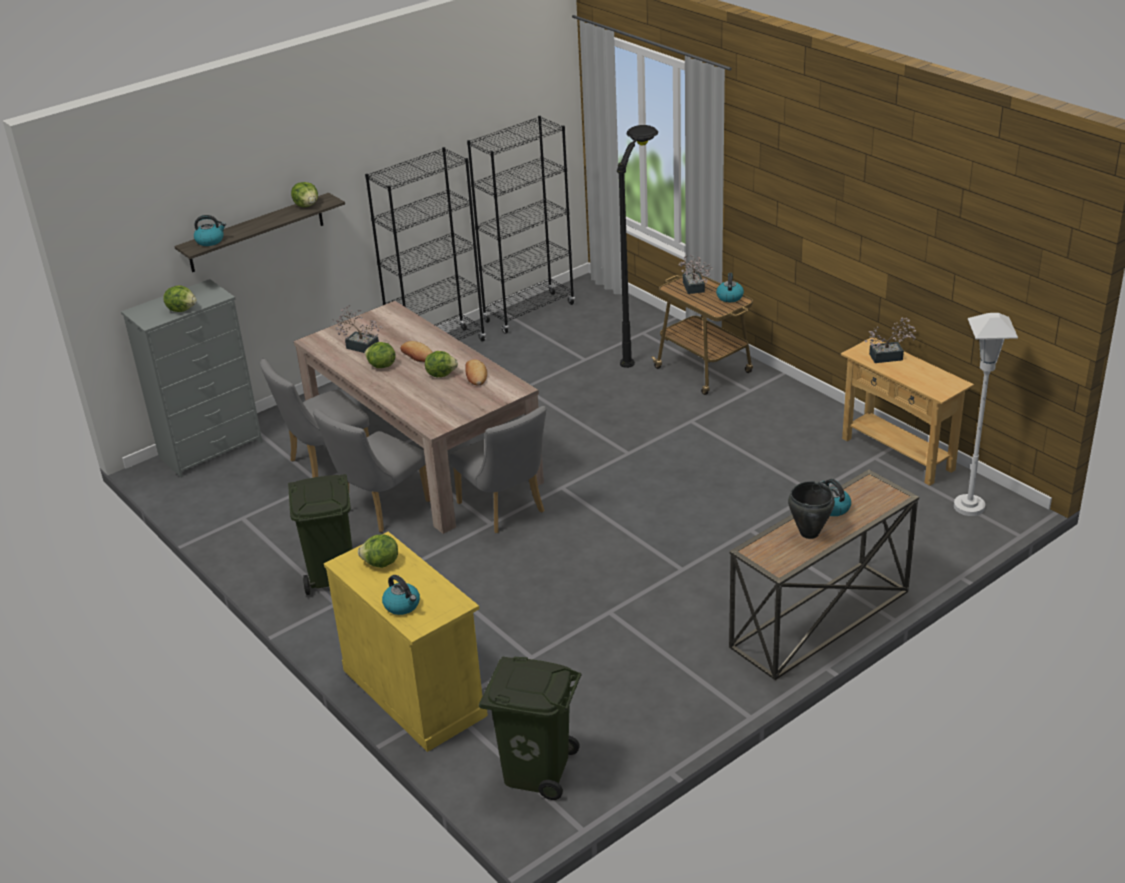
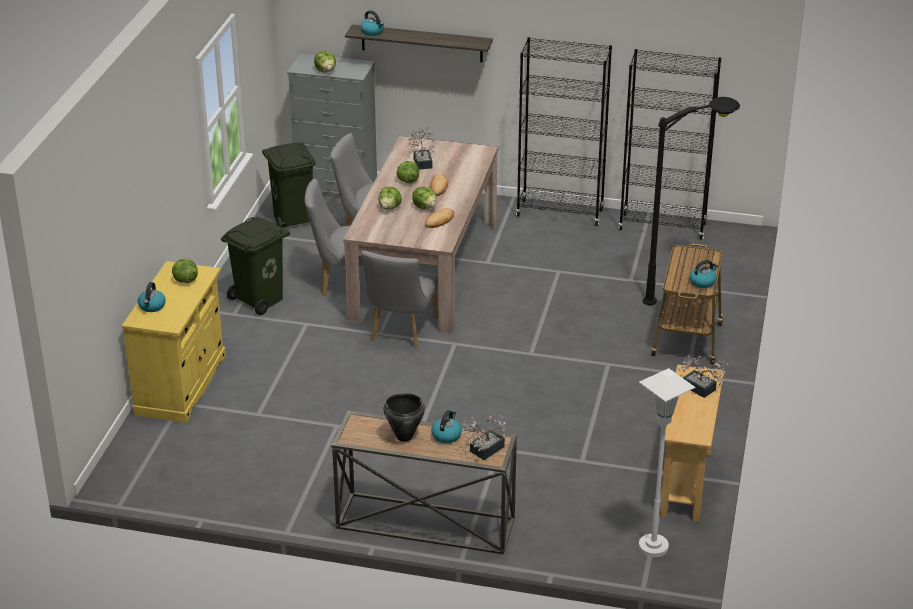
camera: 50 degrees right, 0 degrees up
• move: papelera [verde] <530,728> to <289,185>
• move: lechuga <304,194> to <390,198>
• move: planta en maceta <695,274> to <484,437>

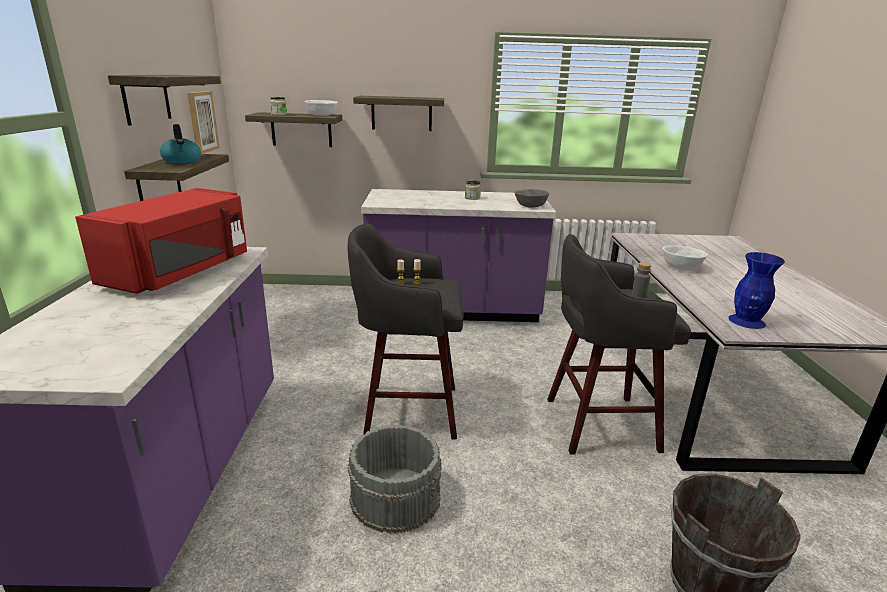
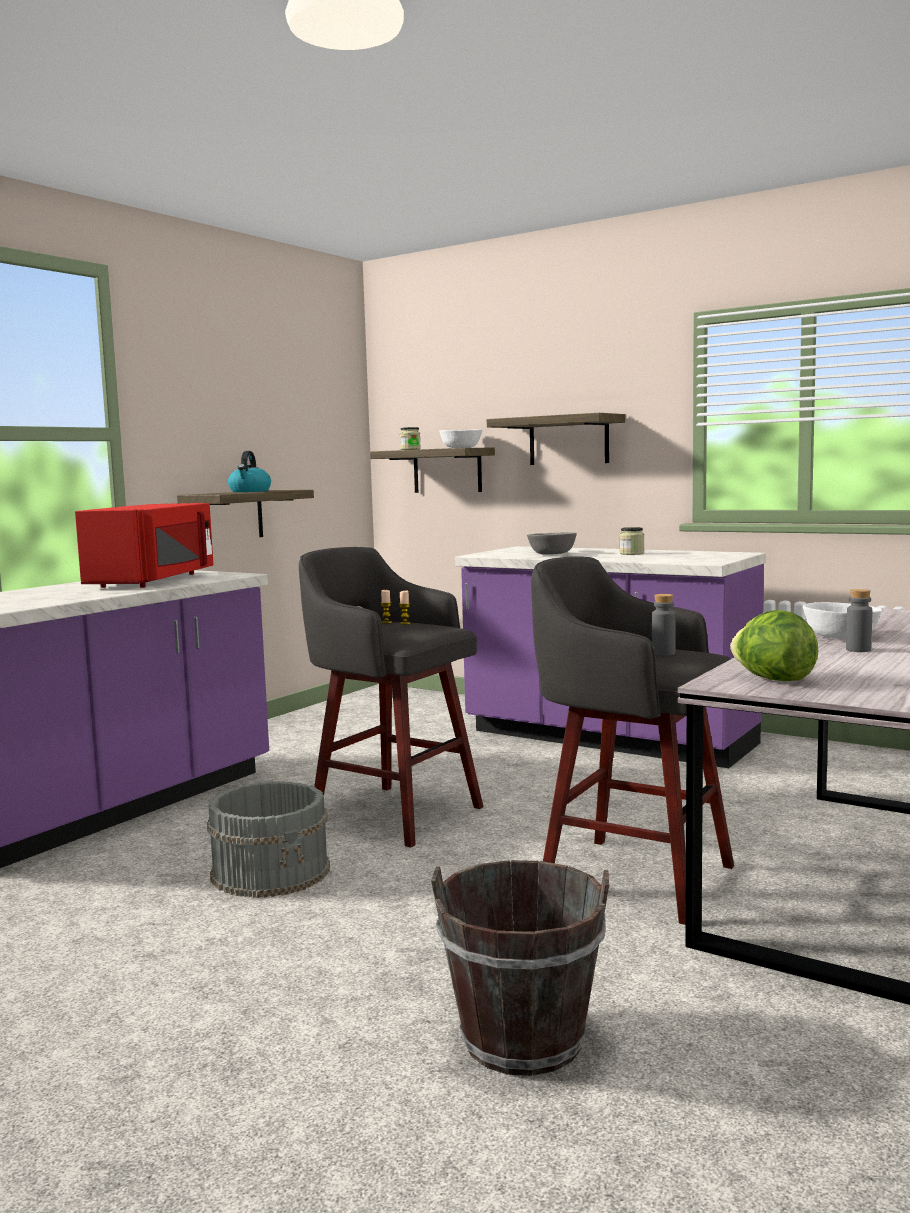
camera: 35 degrees right, 15 degrees down
• rotate: microondas [rojo] <161,241> = <144,545> 45 degrees counterclockwise
• move: cuenco [gris] <532,198> to <552,543>
• replace: florero [azul] <756,290> to lechuga <774,645>
• insert: botella [gris] <859,620>
• delete: estante <164,100>
• delete: cuadro <203,122>

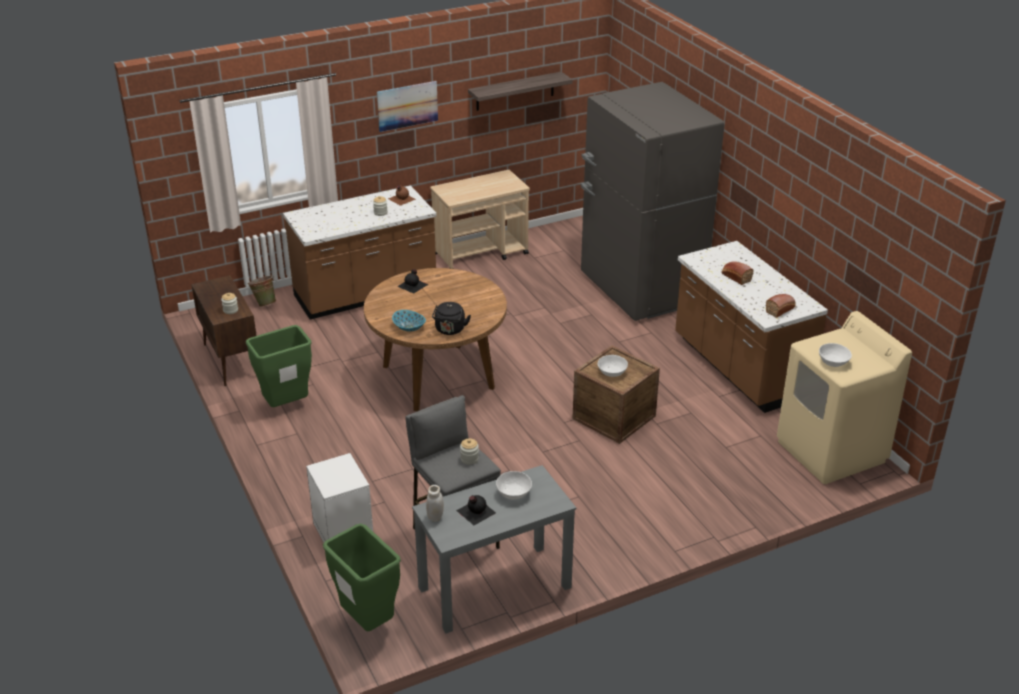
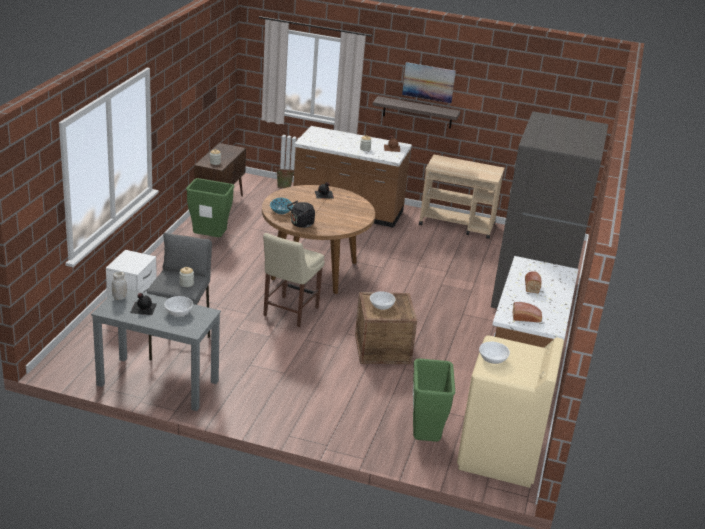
camera: 40 degrees right, 5 degrees down
• insert: silla [beis] <294,280>
• move: estante <520,91> to <417,112>
• move: papelera [verde] <362,578> to <434,400>

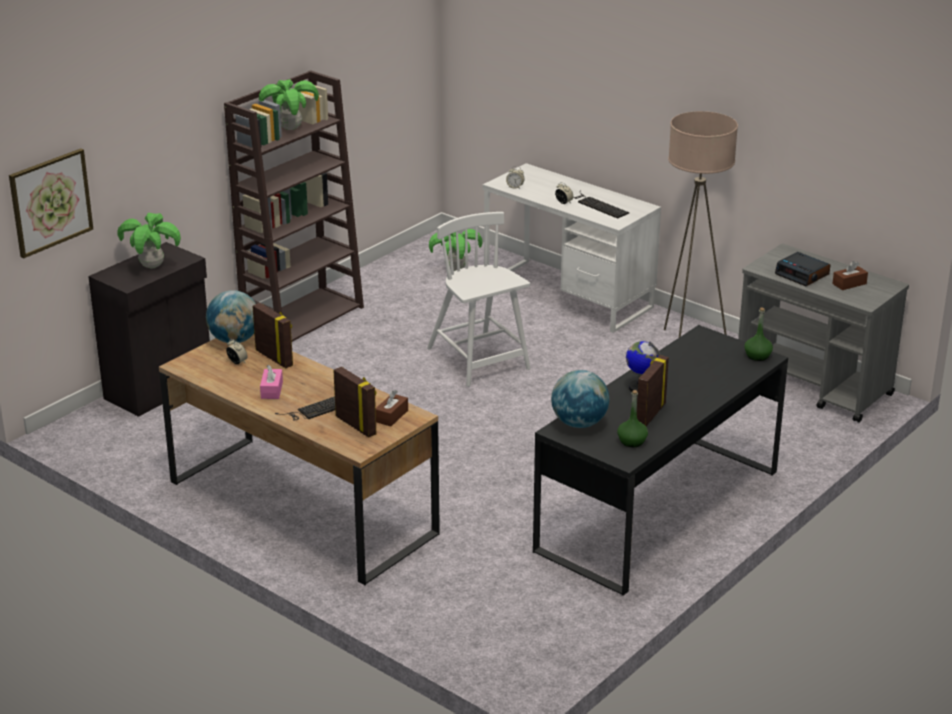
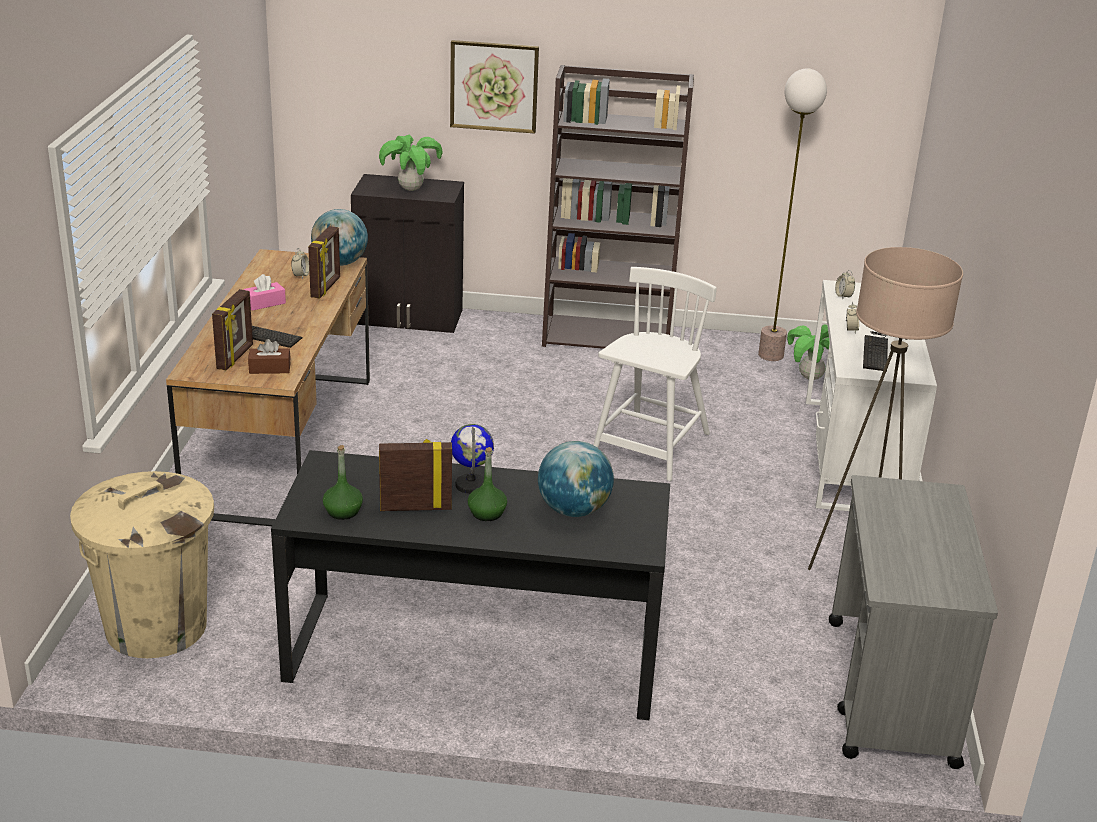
camera: 55 degrees right, 0 degrees up
• insert: papelera [beis] <142,564>
• move: cuadro <51,203> to <494,87>
• move: botella [verde] <758,334> to <487,484>
• move: globo terráqueo <580,399> to <576,479>
• insert: lámpara de pie <792,214>
• delete: planta en maceta <289,104>
• delete: despertador <803,269>
• delete: caja de pañuelos [marrón] <850,275>

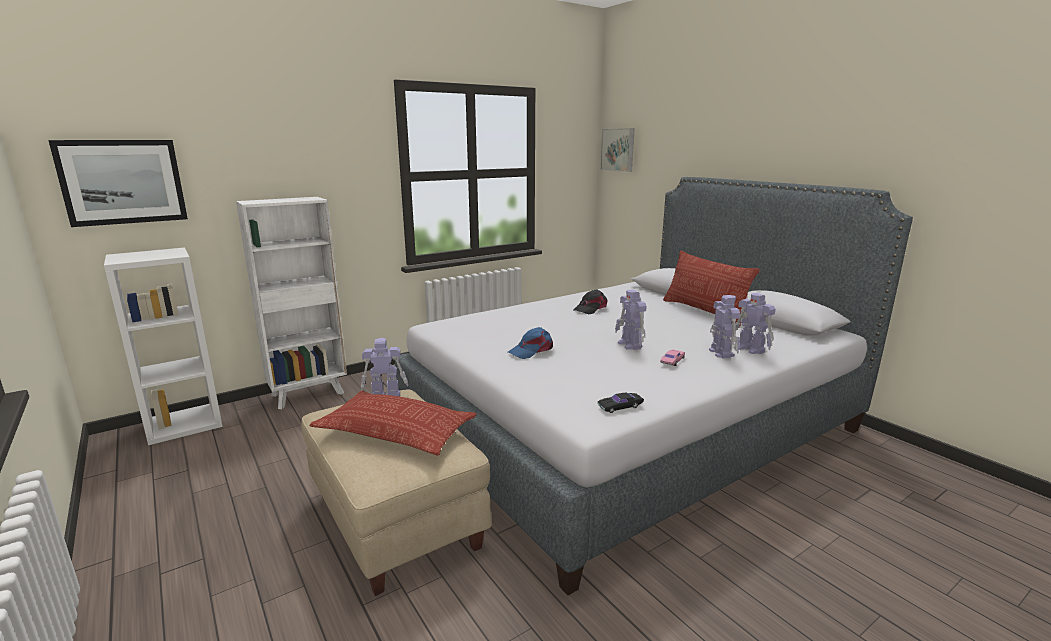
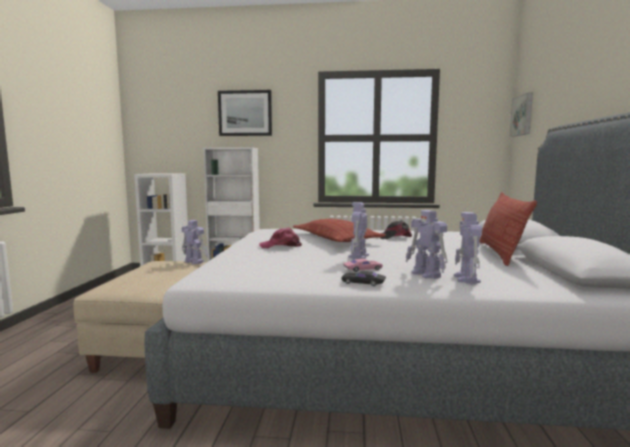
camera: 40 degrees right, 10 degrees down
• move: cuadro <118,183> to <245,113>
• recolor: gorra [azul] <530,343> to gorra [rosa] <280,237>
• move: cojín <393,423> to <339,230>
• move: coche de juguete [negro] <620,402> to <364,278>
• rotate: robot de juguete <724,326> = <427,244> 120 degrees clockwise

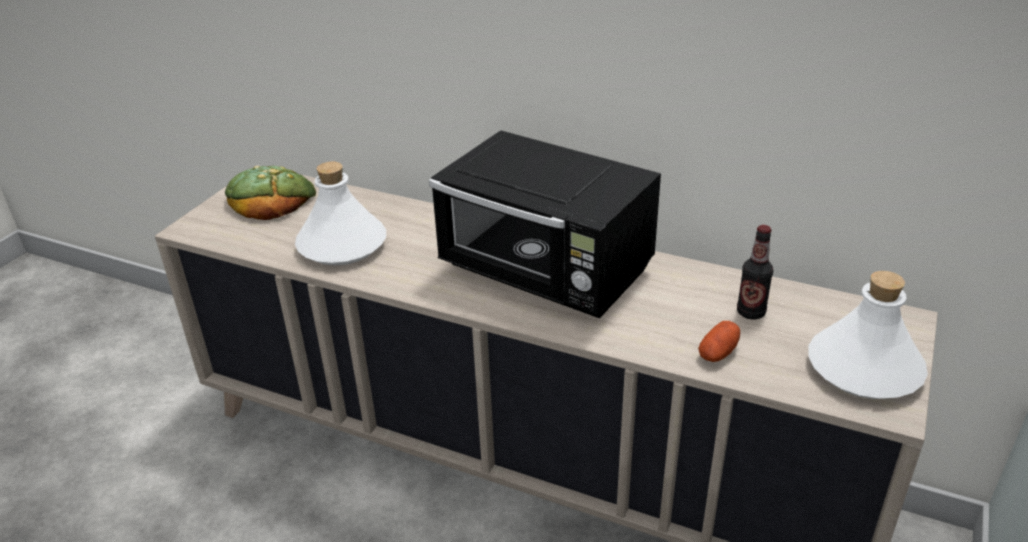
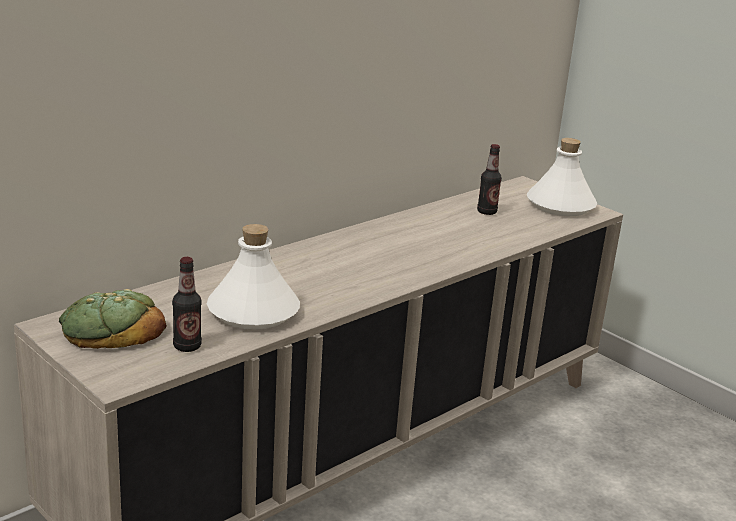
camera: 70 degrees left, 10 degrees down
• insert: botella <187,304>
• delete: microondas [negro] <545,224>
• delete: patata <719,341>

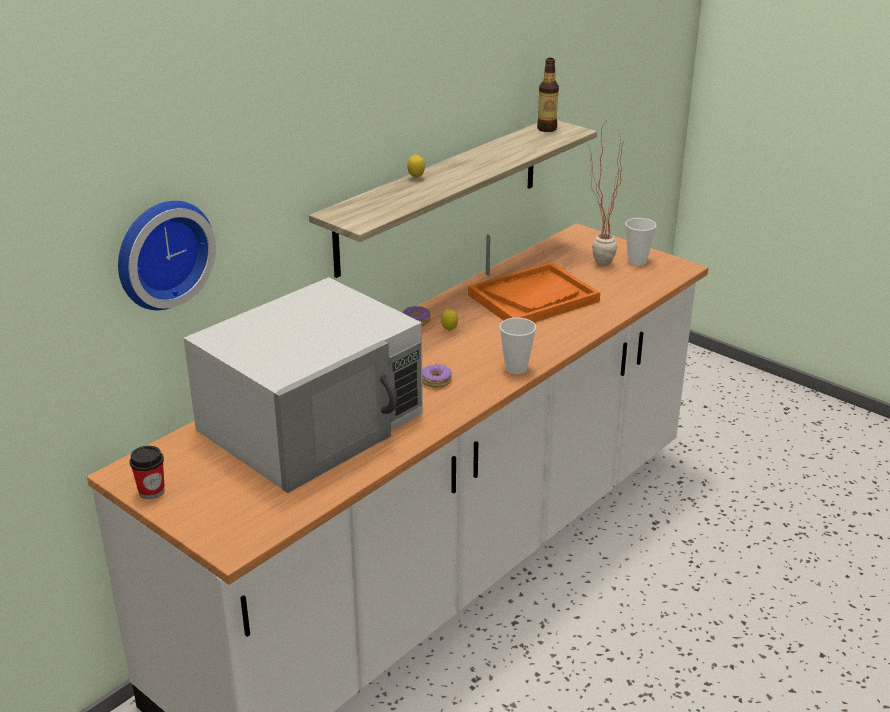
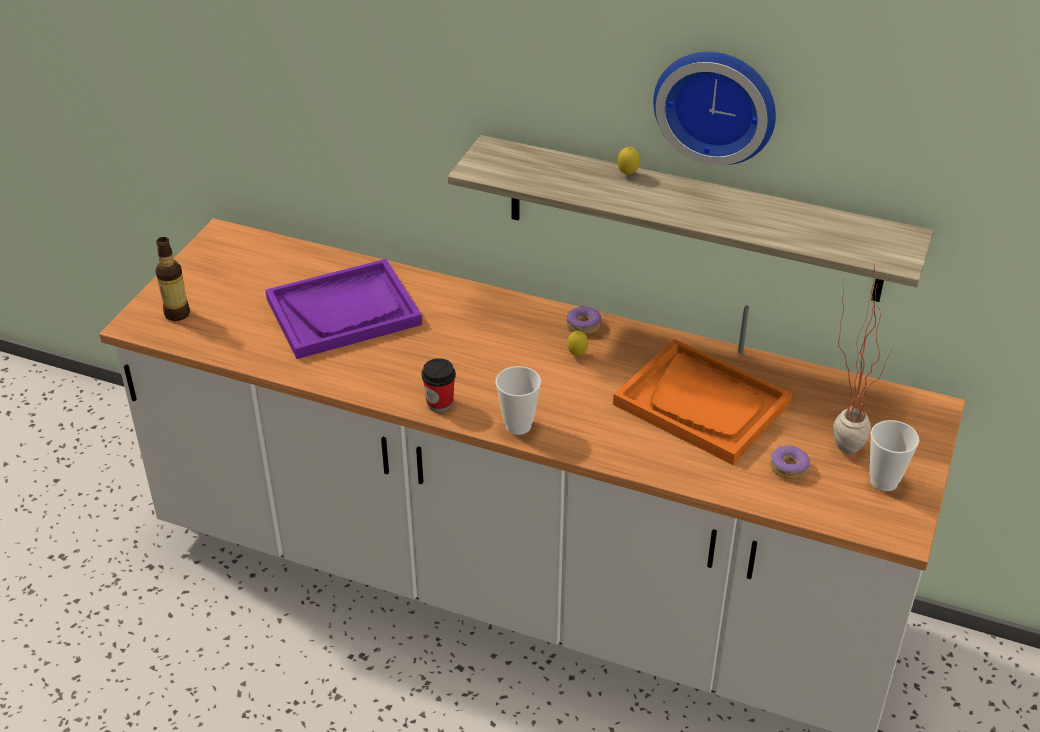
camera: 70 degrees right, 10 degrees up
• move: botella <548,95> to <172,279>
• replace: microondas [blanco] <303,385> to bandeja [morado] <343,309>
• move: taza <147,472> to <438,385>
• move: reloj de pared <167,255> to <714,109>
• move: rosquilla <437,375> to <790,462>

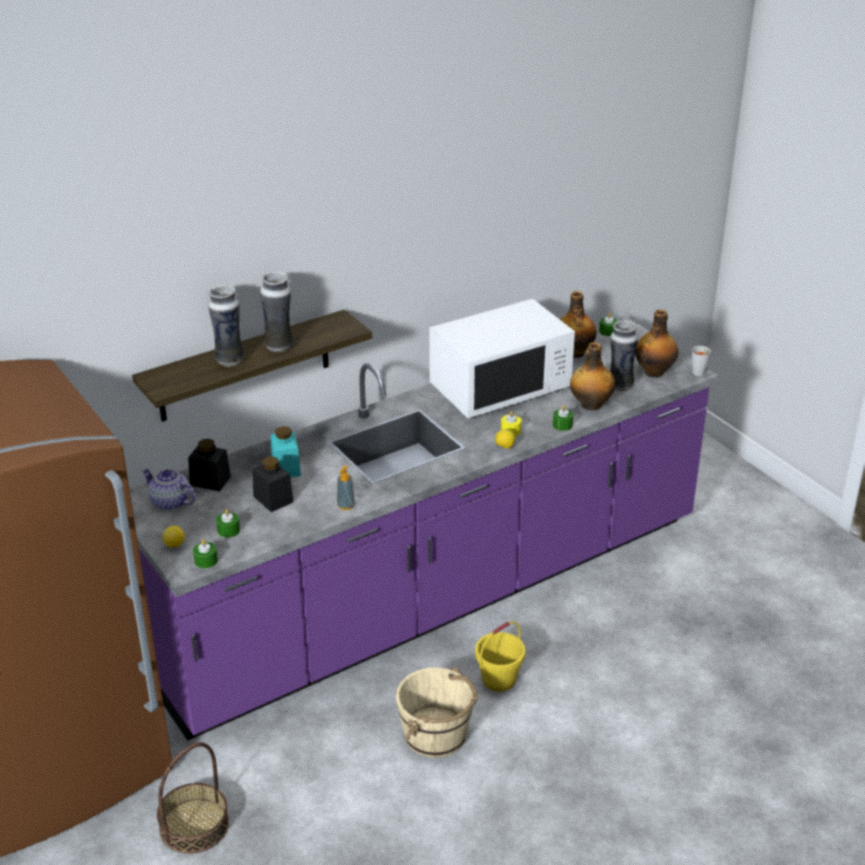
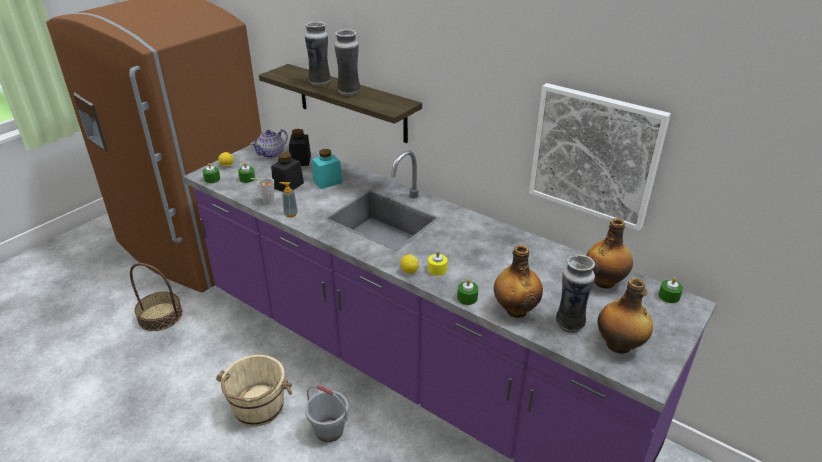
camera: 70 degrees right, 0 degrees up
• rotate: tetera <168,489> = <269,143> 150 degrees counterclockwise
• move: taza [gris] <701,361> to <262,191>
• recolor: cubo [amarillo] <500,656> to cubo [gris] <327,413>
• insert: cuadro <600,157>
• delete: microondas [blanco] <502,358>

